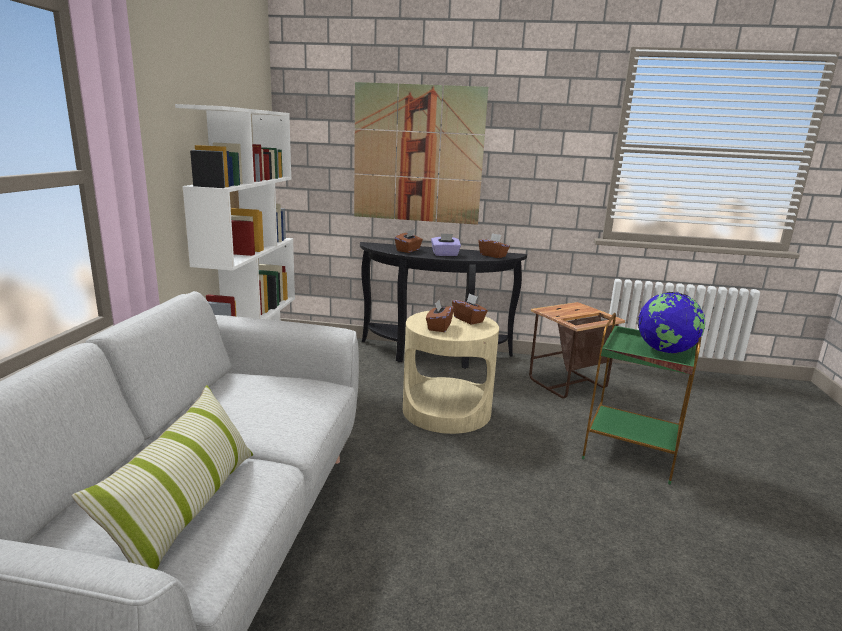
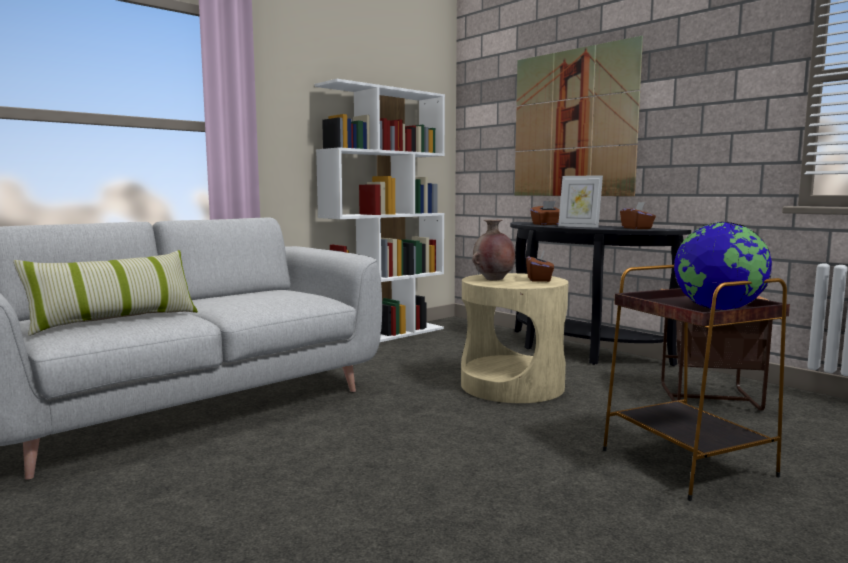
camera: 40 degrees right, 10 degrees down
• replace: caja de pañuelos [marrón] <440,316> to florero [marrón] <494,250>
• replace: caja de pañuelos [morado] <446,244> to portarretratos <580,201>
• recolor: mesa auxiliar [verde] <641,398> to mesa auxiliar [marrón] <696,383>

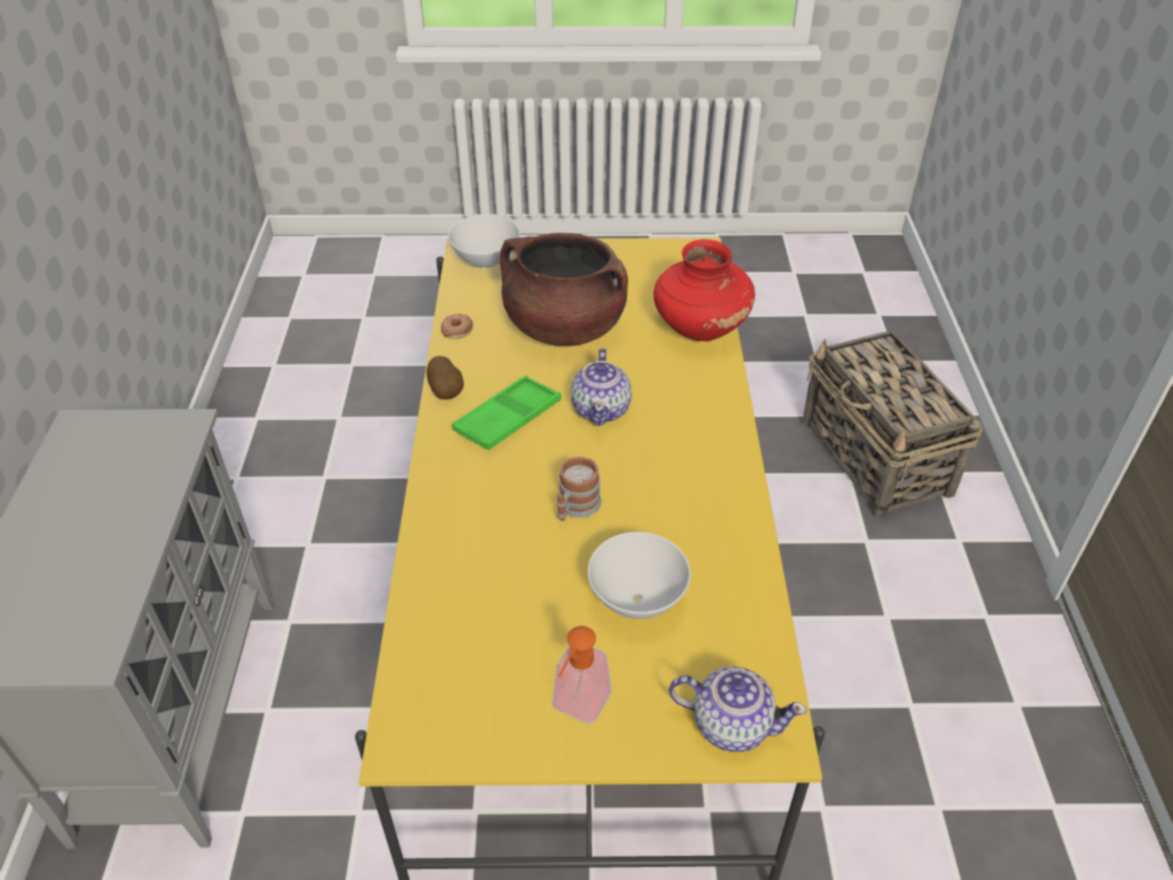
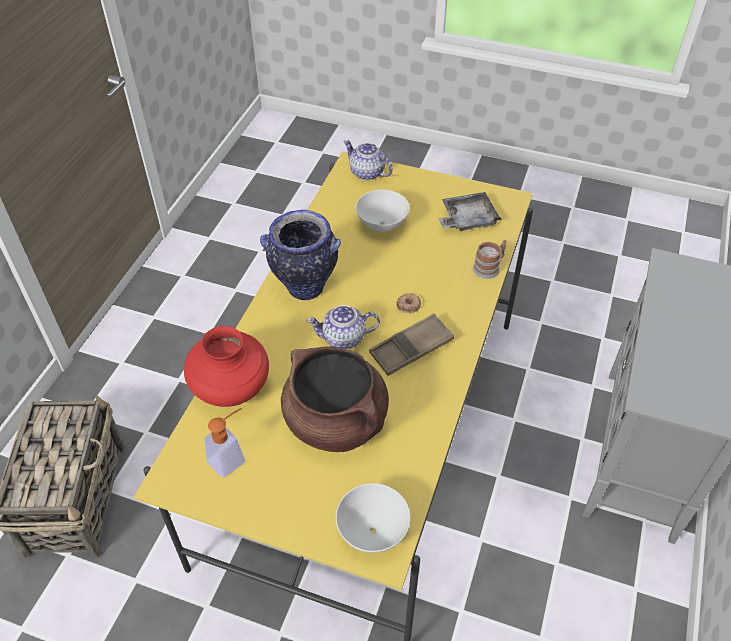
camera: 160 degrees left, 5 degrees up
• move: dispensador de jabón <581,675> to <224,443>
• insert: florero <300,255>
• rotate: tetera <601,387> = <343,327> 120 degrees counterclockwise
• recolor: bandeja [verde] <506,412> to bandeja [marrón] <411,344>
• move: rosquilla <457,326> to <408,303>
• insert: bandeja [gris] <470,211>
• move: taza grande <579,489> to <489,259>
• delete: patata <445,378>

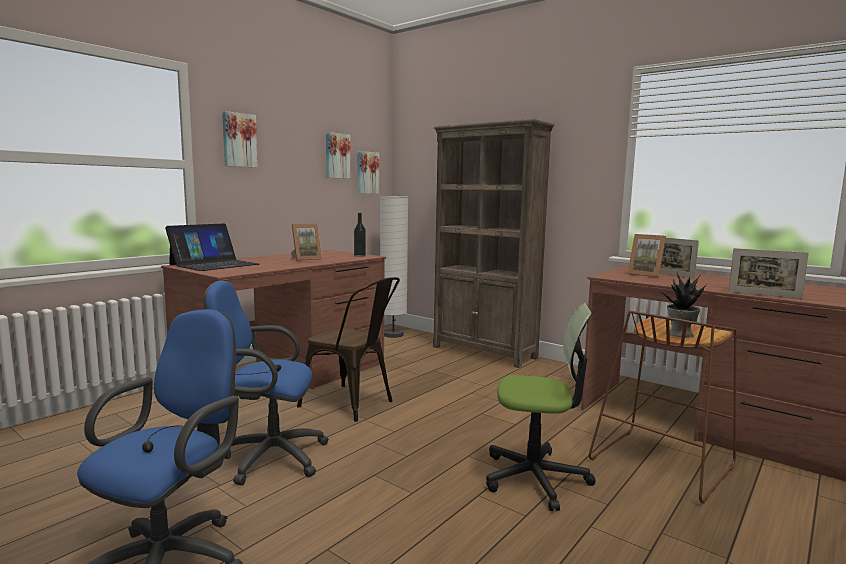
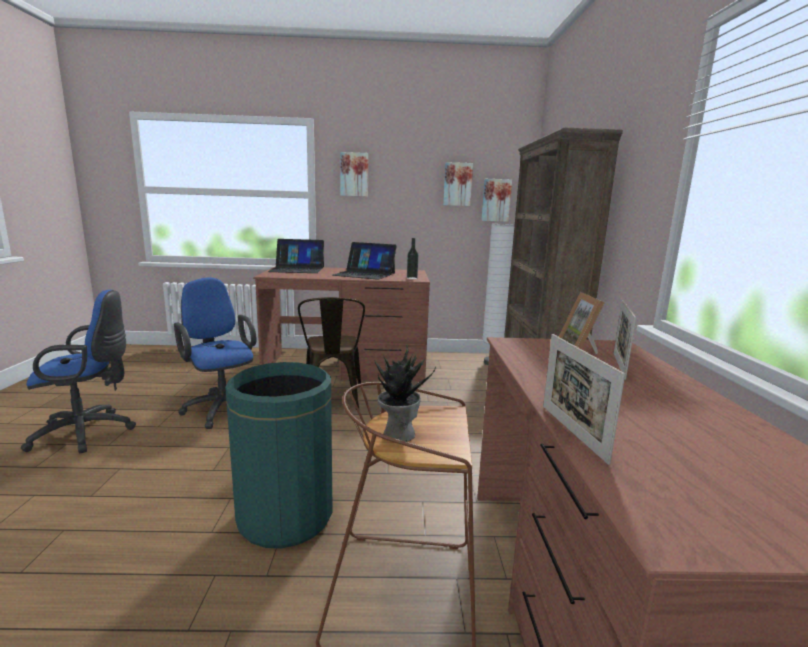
camera: 50 degrees right, 5 degrees up
• replace: silla de oficina <541,407> to papelera [verde] <279,455>
• replace: portarretratos <306,242> to portátil <365,261>

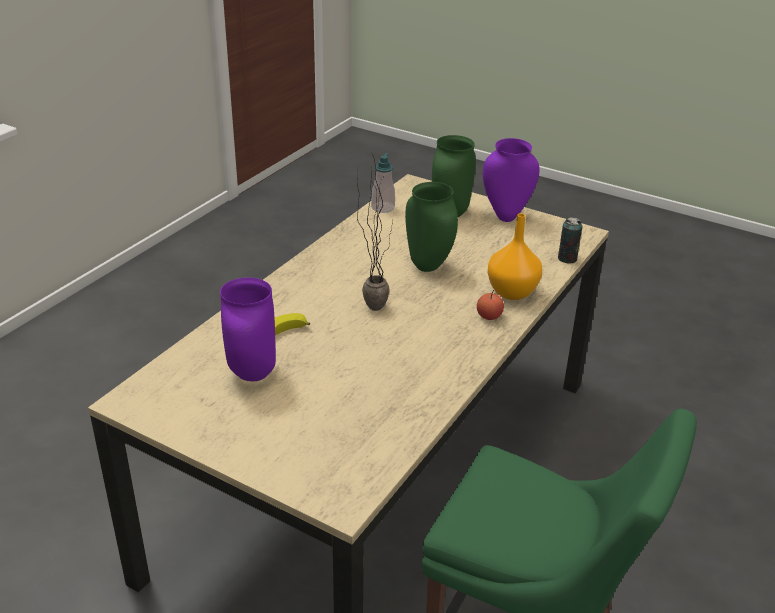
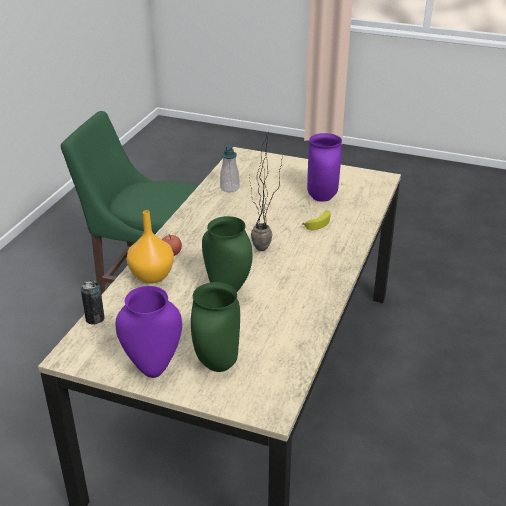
camera: 170 degrees right, 0 degrees up
• move: dispensador de jabón <383,183> to <230,168>

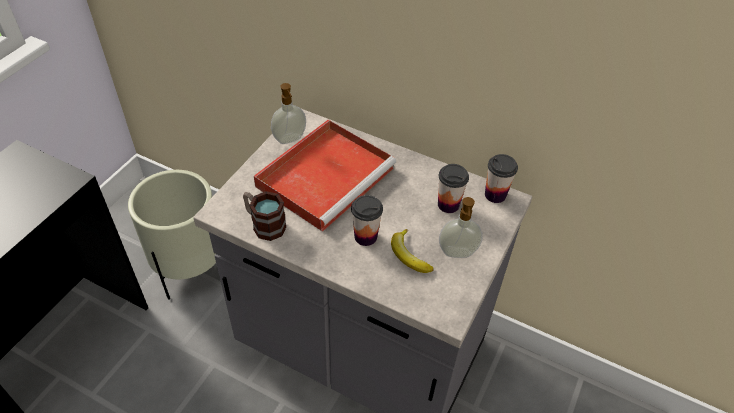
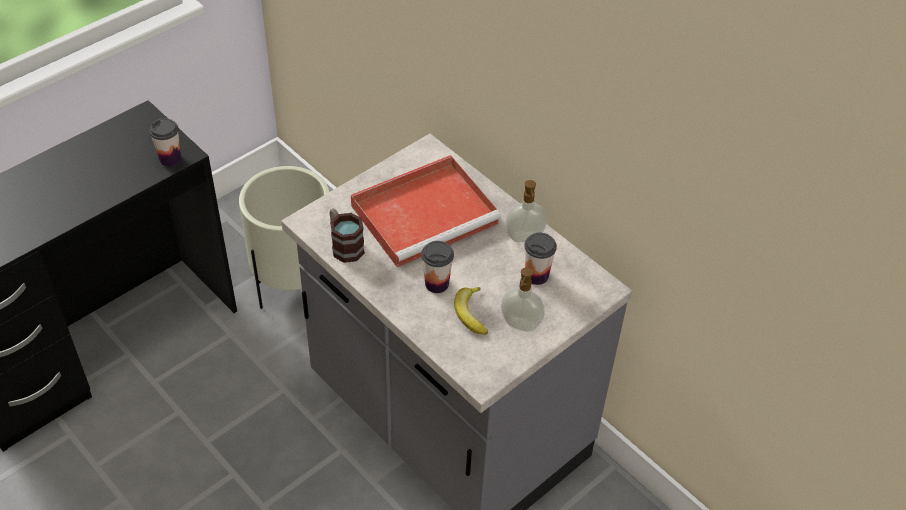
camera: 20 degrees right, 0 degrees up
• move: taza <501,178> to <165,142>
• move: dispensador de jabón <288,113> to <526,211>

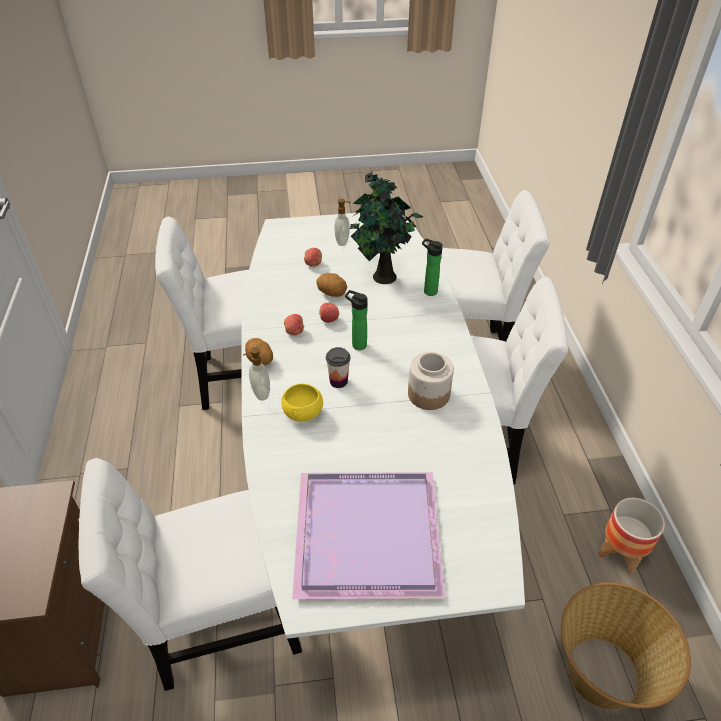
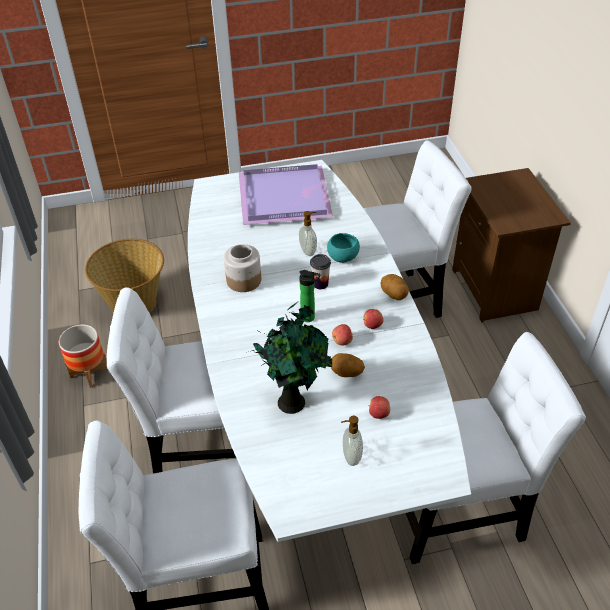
camera: 175 degrees right, 0 degrees up
• move: dispensador de jabón <256,374> to <308,233>
• recolor: cuenco [amarillo] <302,403> to cuenco [turquesa] <343,248>
• delete: botella <432,267>

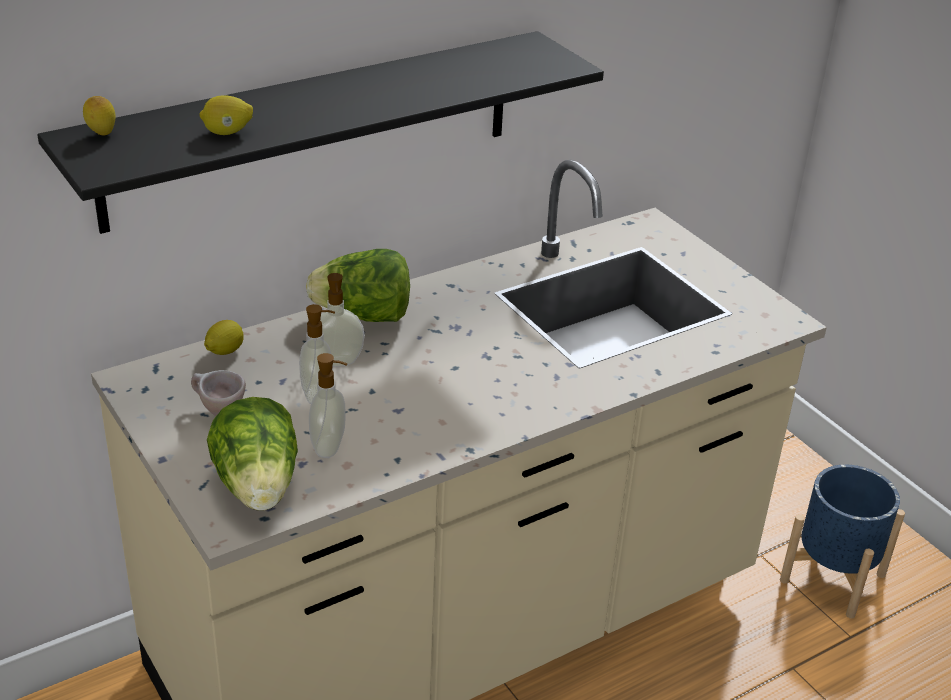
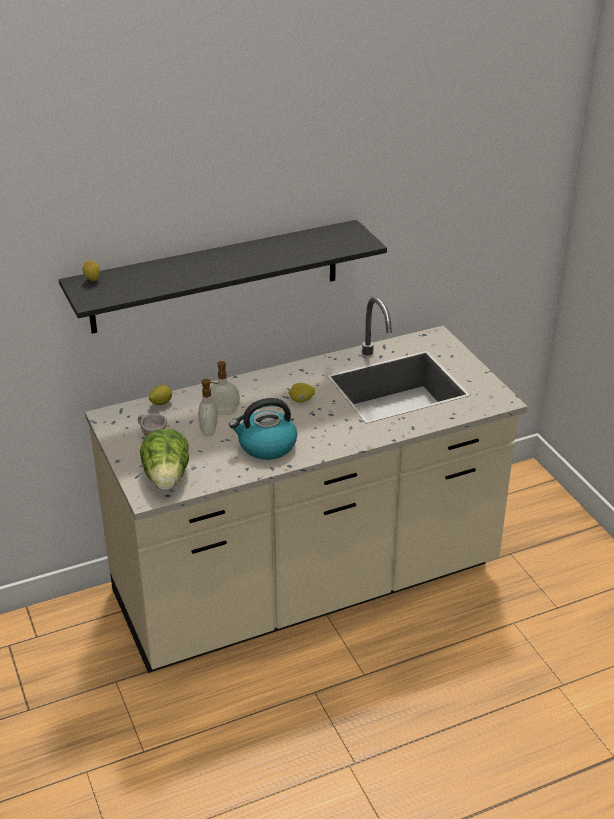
camera: 10 degrees right, 0 degrees up
• insert: hervidor <263,429>
• move: limón <226,115> to <301,393>
• delete: lechuga <358,285>
• delete: dispensador de jabón <328,405>
• delete: maceta [azul] <842,542>

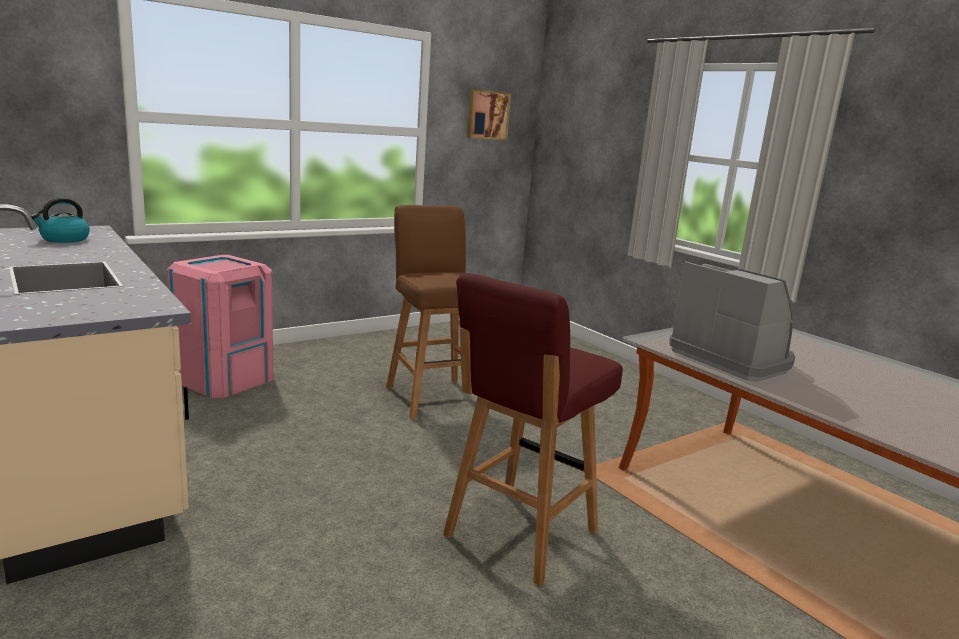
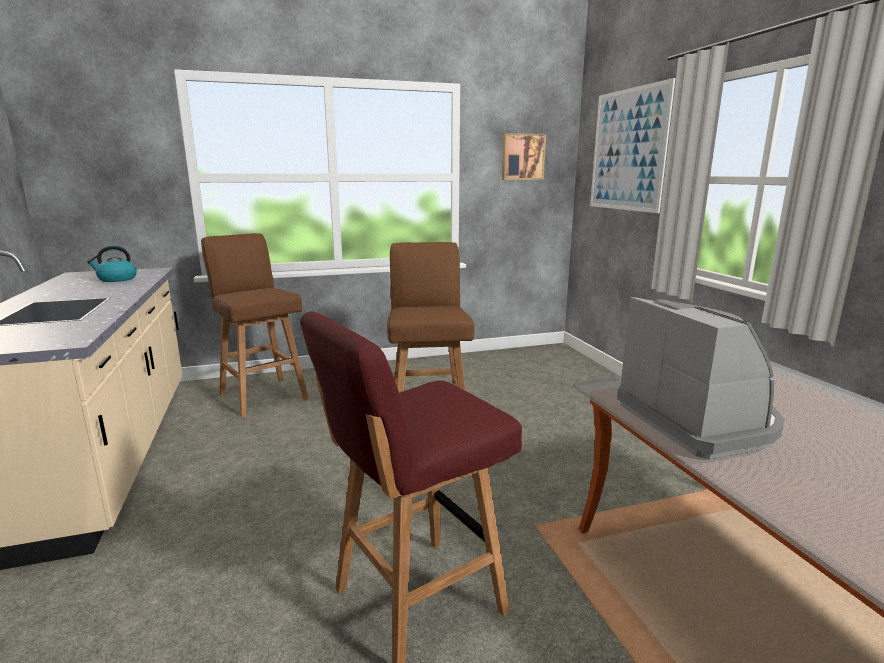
camera: 20 degrees right, 0 degrees up
• replace: papelera [rosa] <219,326> to taburete [marrón] <255,325>
• insert: cuadro <632,145>

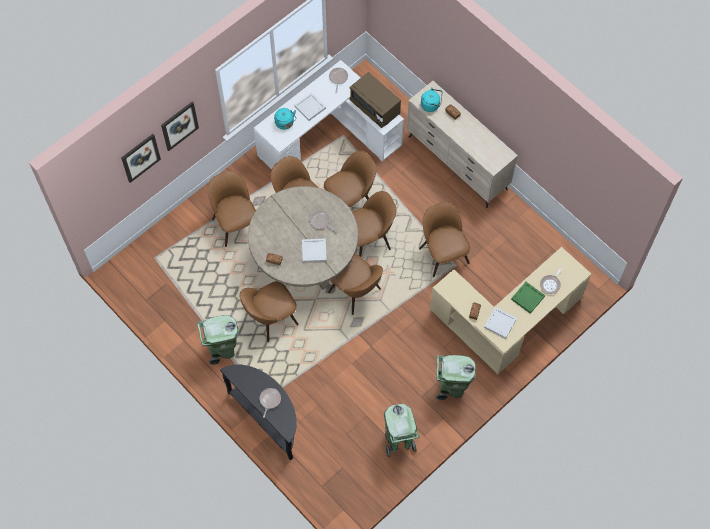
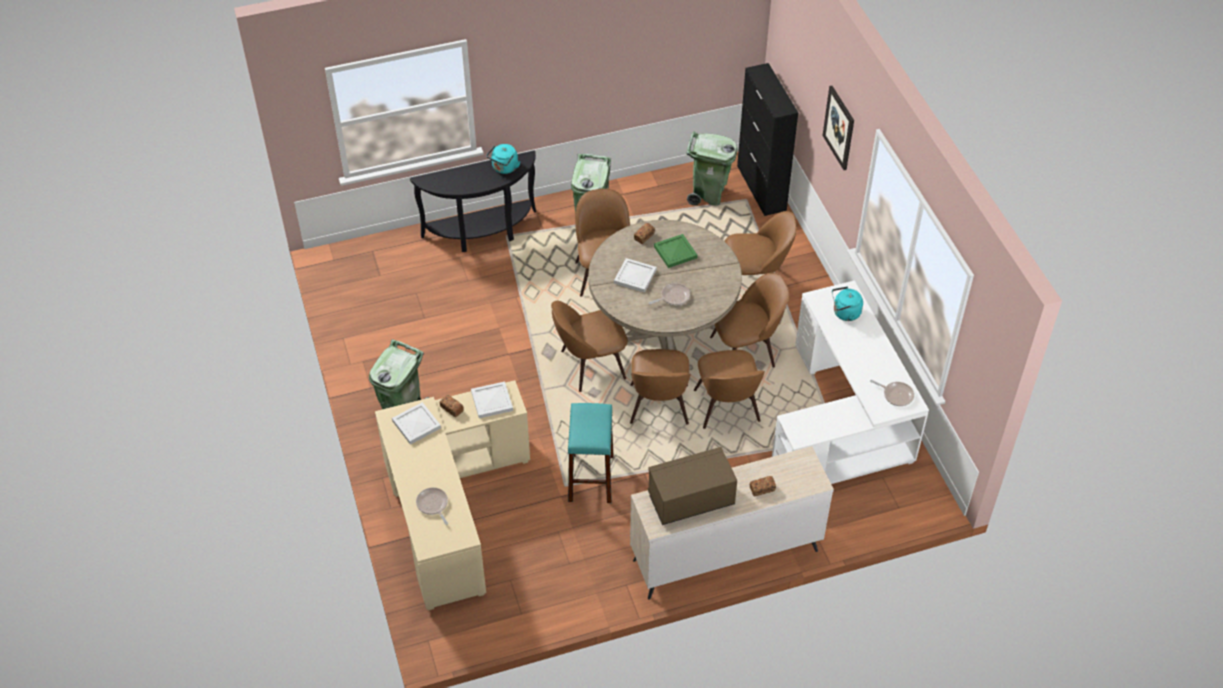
camera: 115 degrees right, 15 degrees down
• move: bandeja [blanco] <310,106> to <492,399>
• move: hervidor [turquesa] <431,99> to <504,159>
• replace: silla [marrón] <444,239> to taburete [turquesa] <590,453>
• move: microondas [marrón] <375,100> to <692,486>
• move: bandeja [verde] <528,298> to <676,251>
• move: papelera [verde] <402,430> to <711,168>
• insert: armario [negro] <767,139>
• delete: cuadro <141,158>
• delete: sartén <270,403>

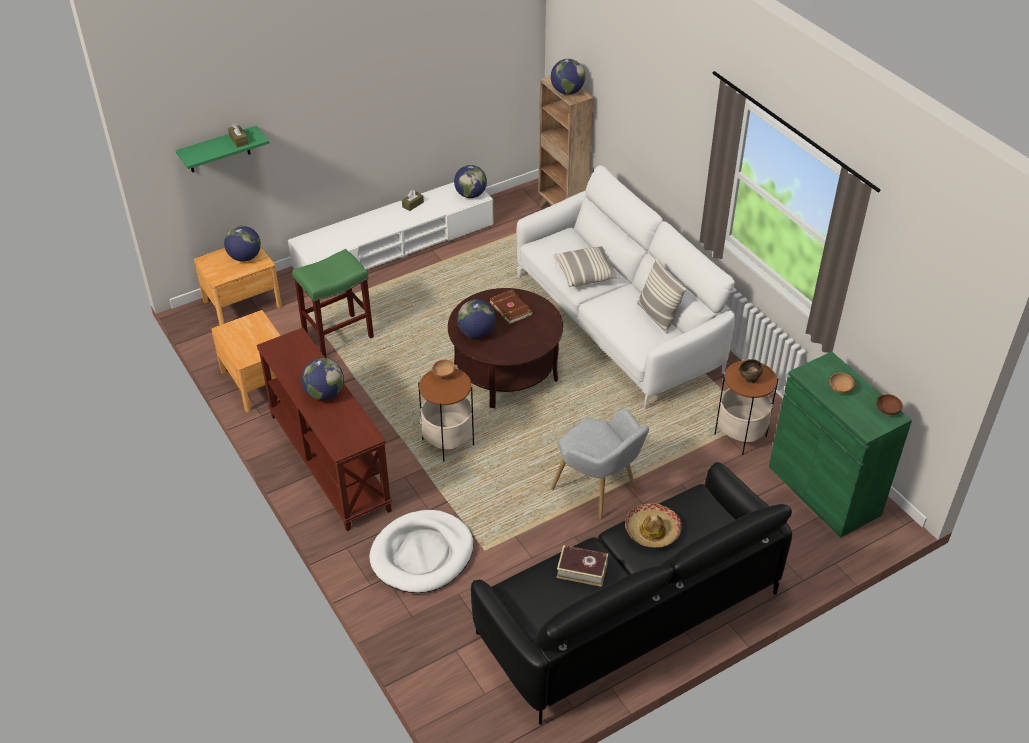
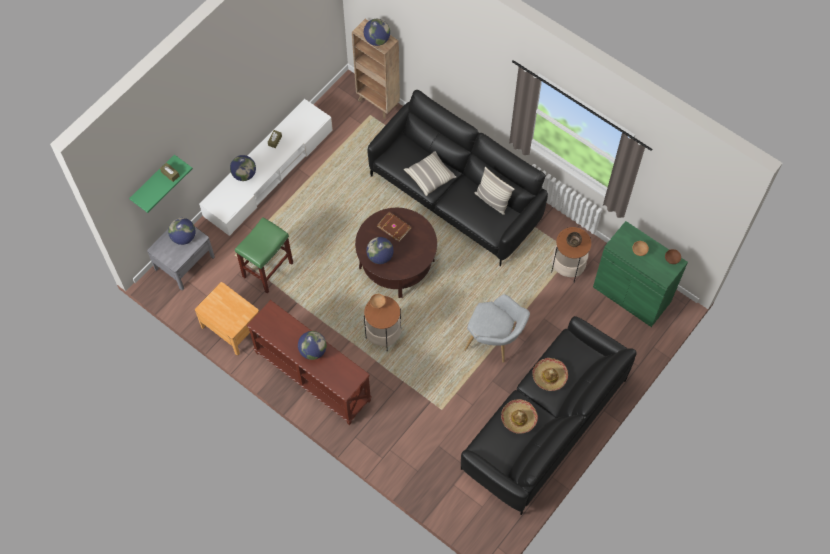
camera: 20 degrees left, 20 degrees up
• recolor: mesita de noche [marrón] <238,285> to mesita de noche [gris] <181,253>
• move: globo terráqueo <470,181> to <243,168>
• recolor: sofá [blanco] <626,287> to sofá [negro] <458,178>
• replace: libro <582,566> to sombrero <519,416>
• delete: cama para perro [blanco] <421,551>

